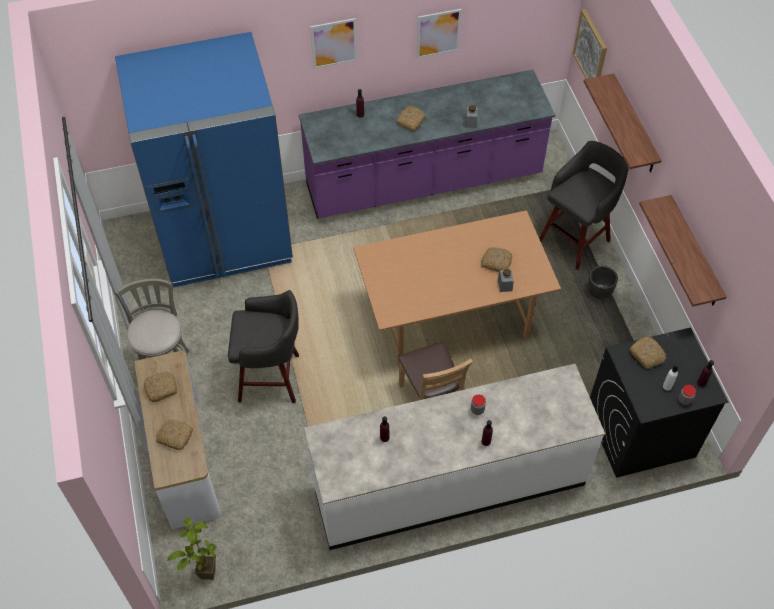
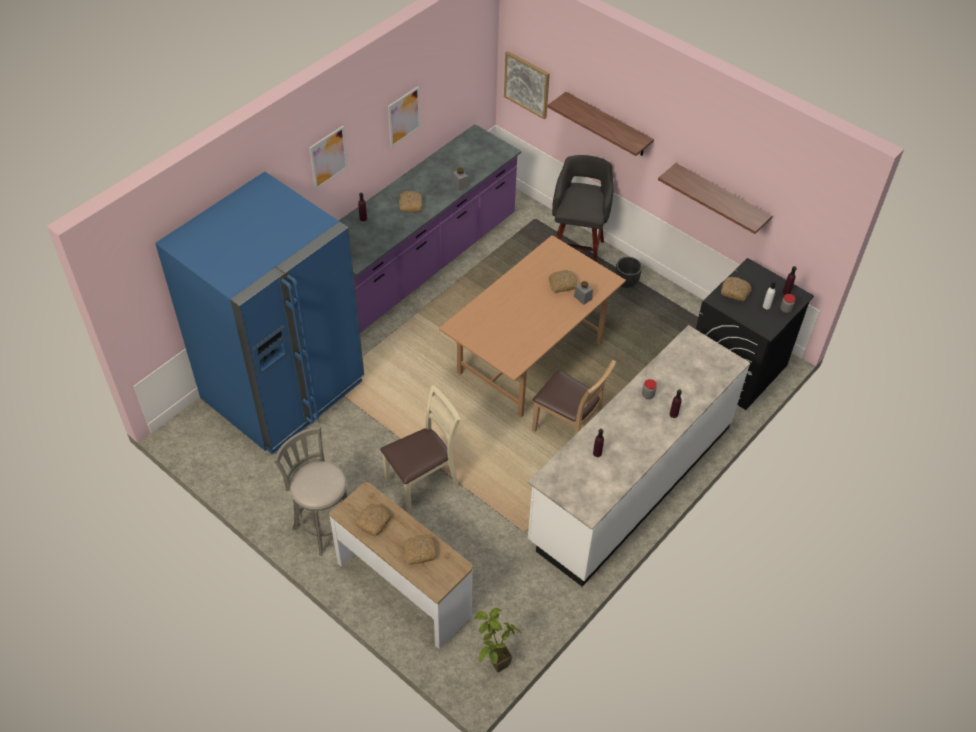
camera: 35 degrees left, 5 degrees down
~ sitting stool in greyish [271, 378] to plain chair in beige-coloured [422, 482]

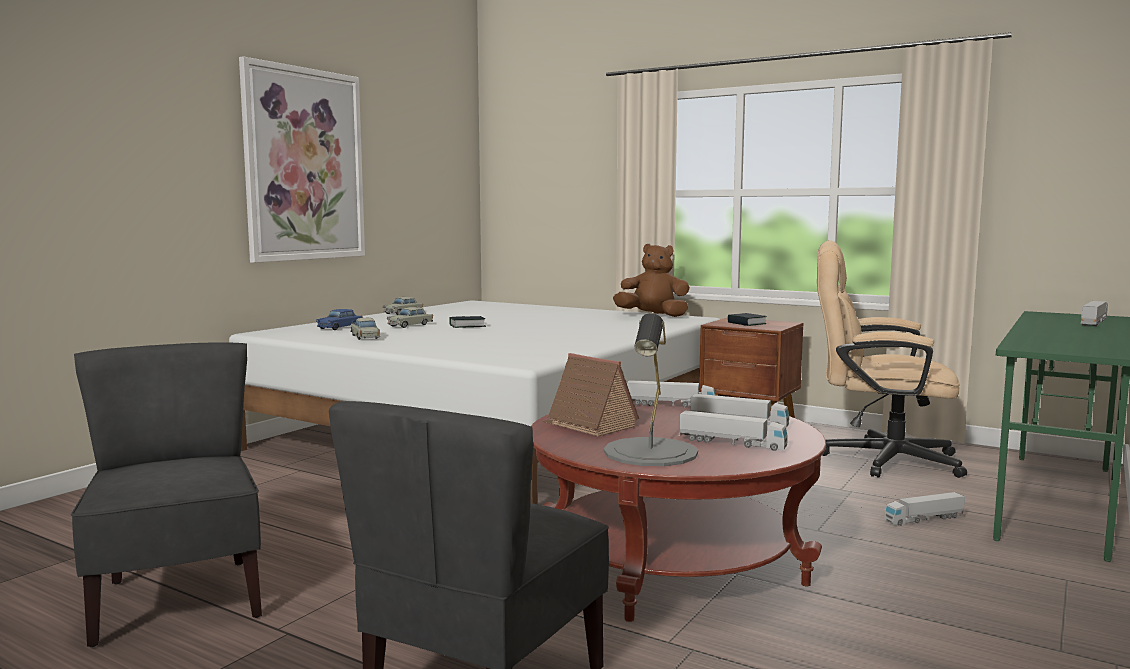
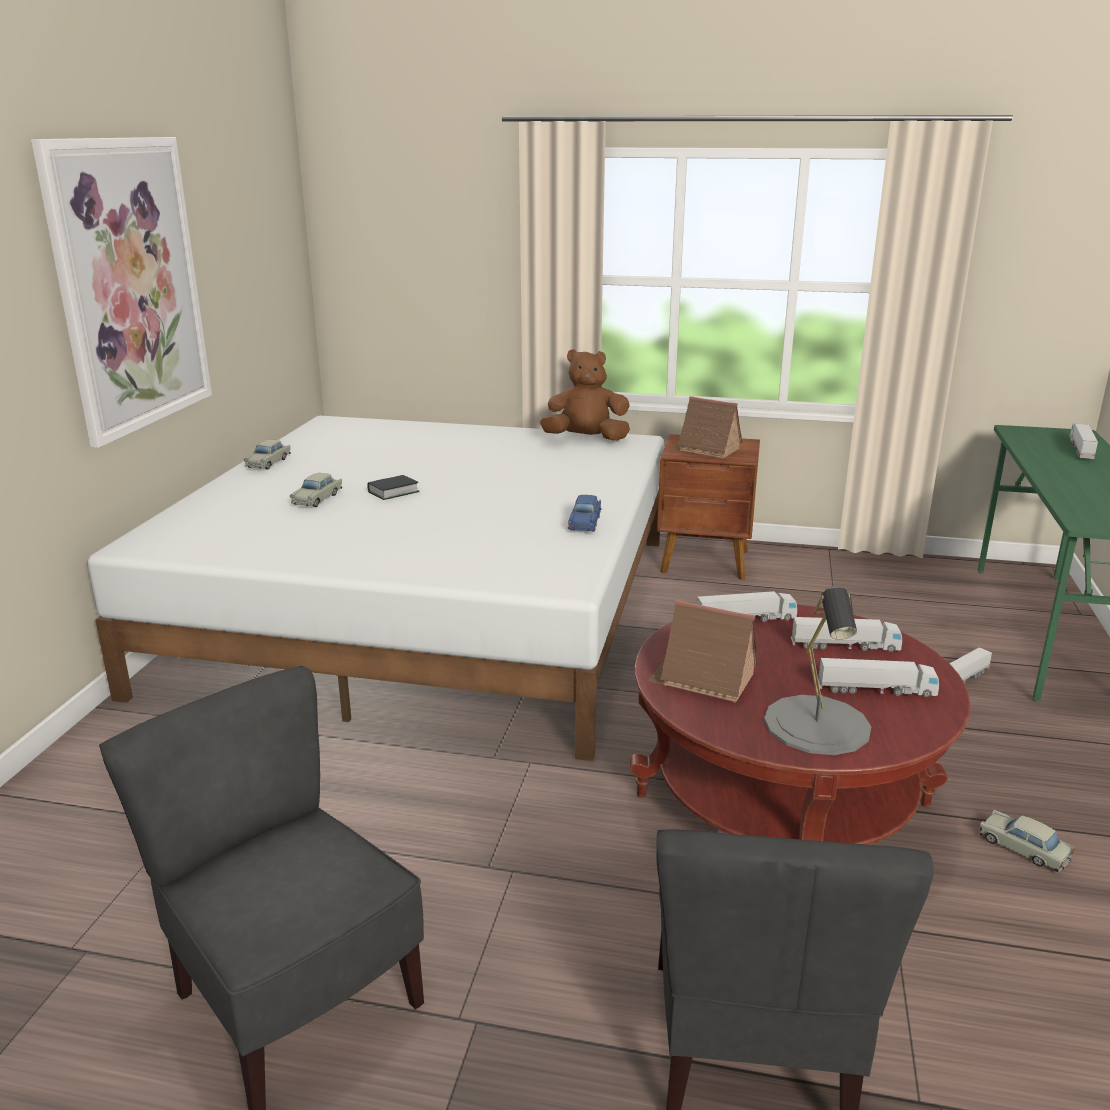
camera: 20 degrees left, 15 degrees up
- computer chair in beige-coloured [877, 459]
~ model car in blue [340, 327] to [585, 522]
~ model car in beige-coloured [365, 337] to [1023, 849]
~ bound book [746, 323] to model house [706, 449]

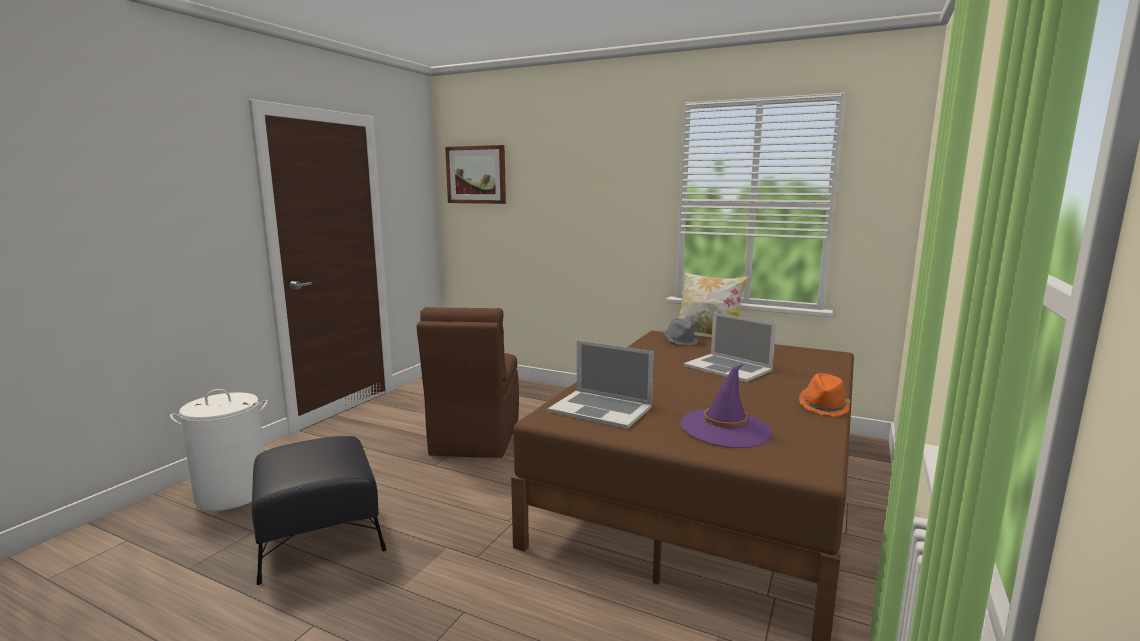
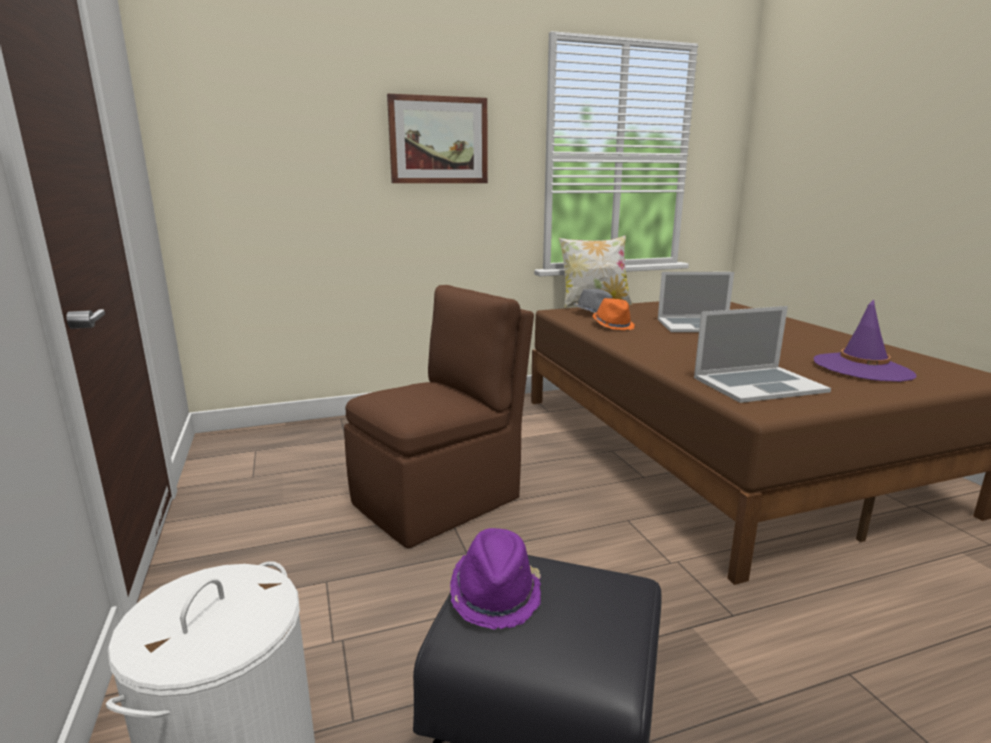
camera: 45 degrees left, 5 degrees up
+ clothing hat in purplish [496, 594]
~ wall art [476, 175] to [438, 140]
~ clothing hat in orange-coloured [824, 406] to [613, 325]
~ plain chair in brown [475, 438] = [440, 499] 90 degrees counterclockwise

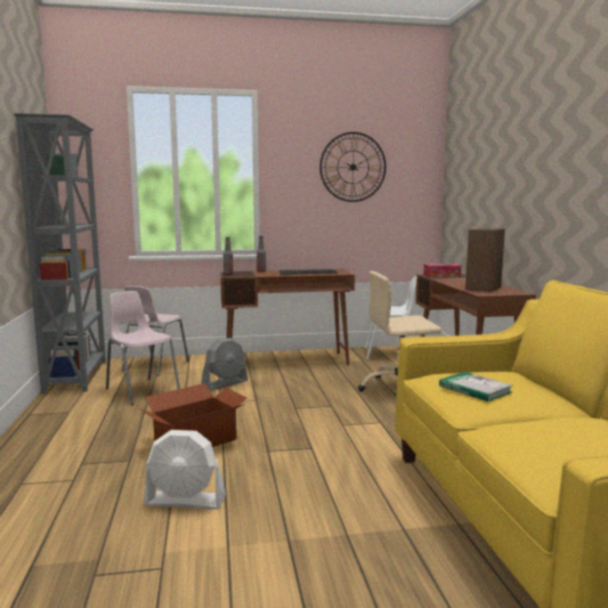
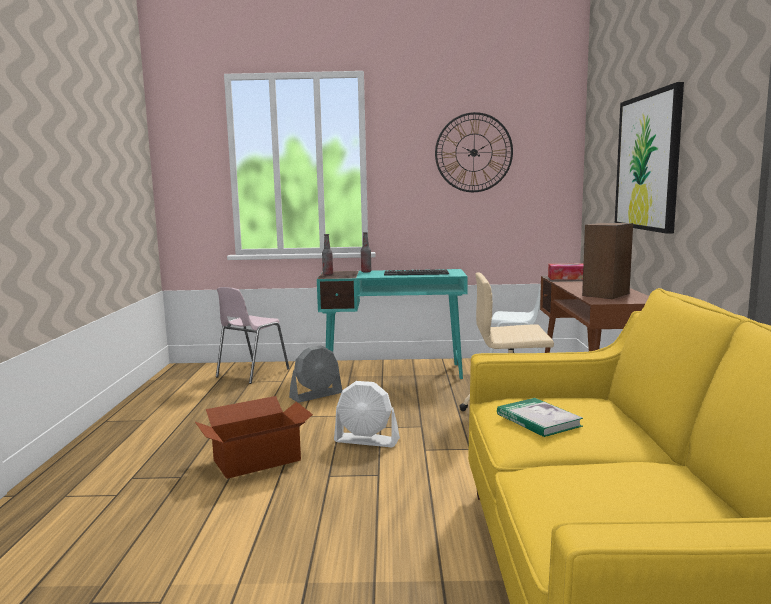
camera: 10 degrees right, 0 degrees up
- shelving unit in greyish [77, 376]
- plain chair in pink-coloured [142, 390]
+ wall art [648, 162]
~ electric fan in white [185, 501] to [367, 440]
~ desk unit in brown [287, 361] to desk unit in blue-green [394, 372]

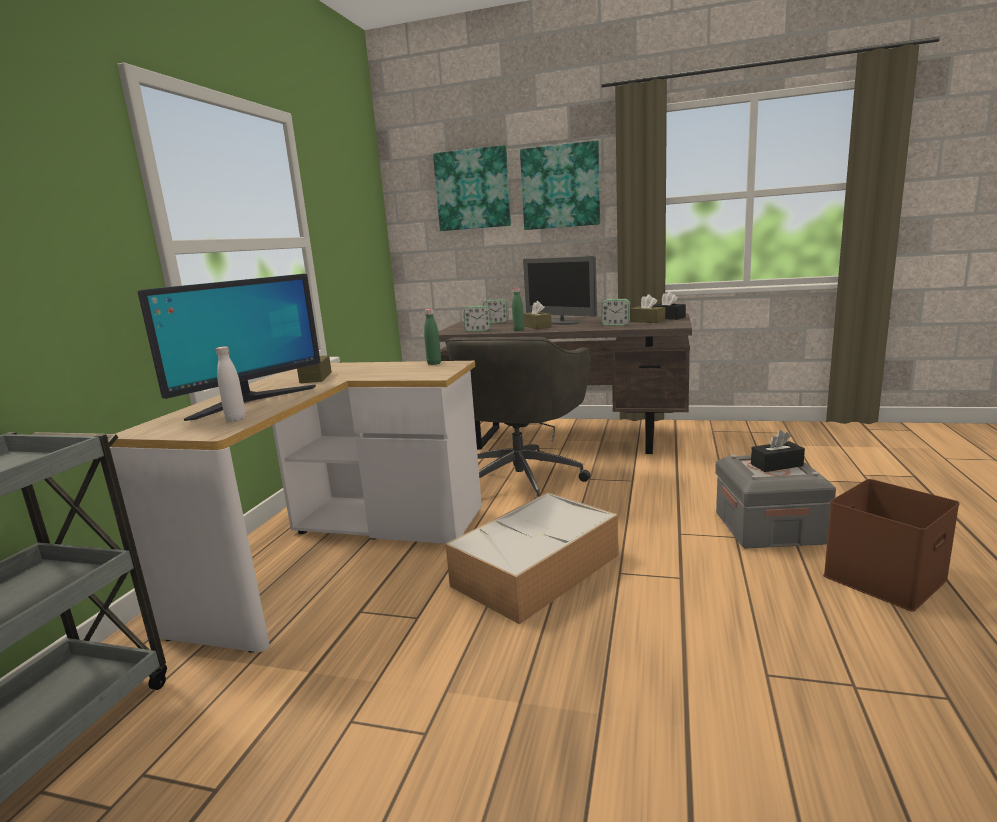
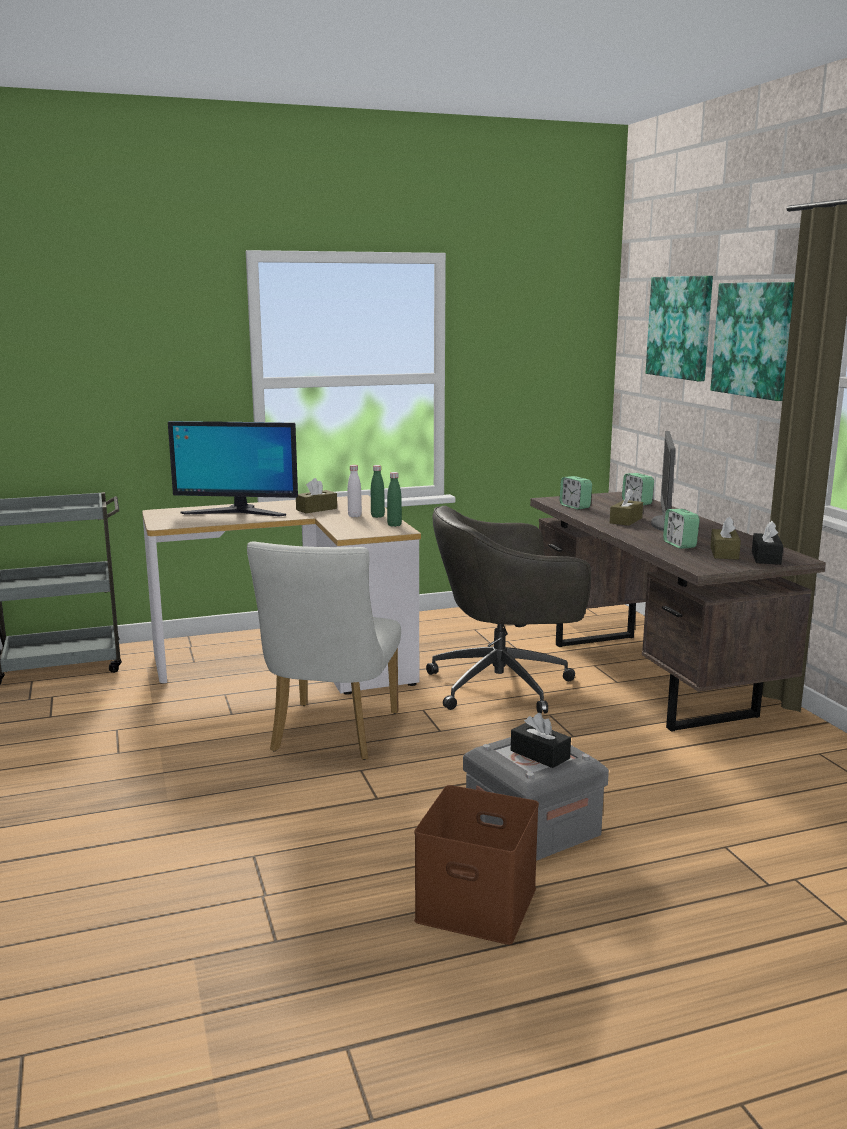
camera: 55 degrees right, 0 degrees up
~ bottle in white [236, 420] to [354, 516]
~ bottle in greenish [518, 330] to [377, 516]
~ storage box [535, 571] to plain chair in white [331, 736]

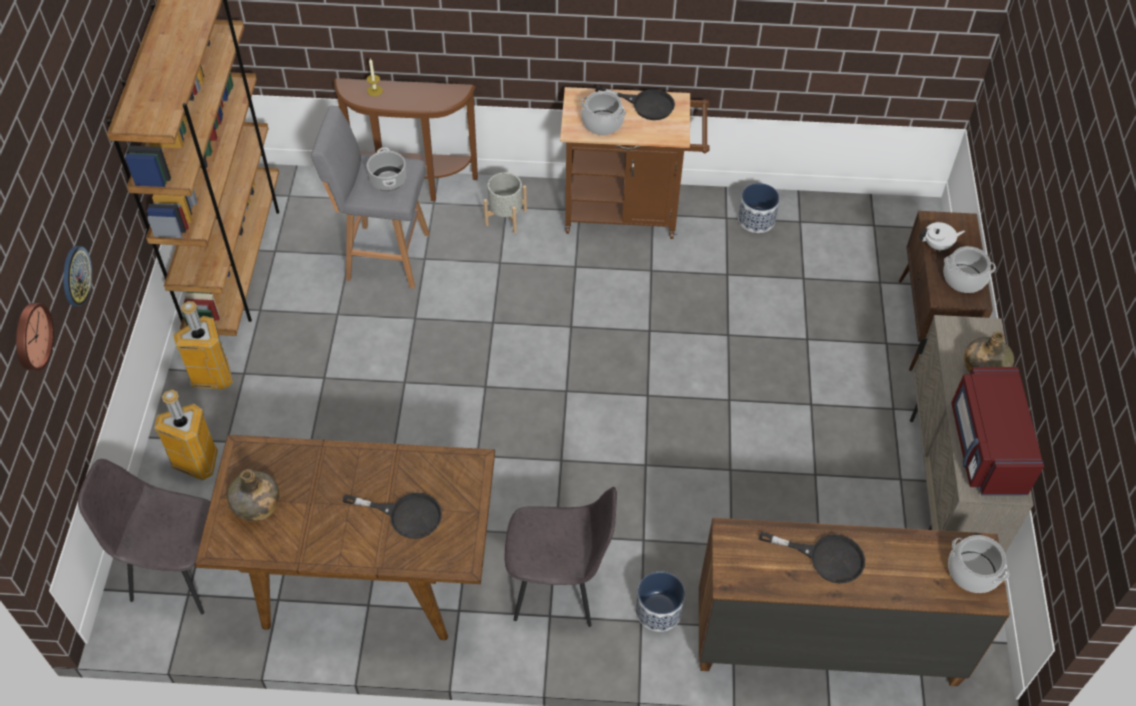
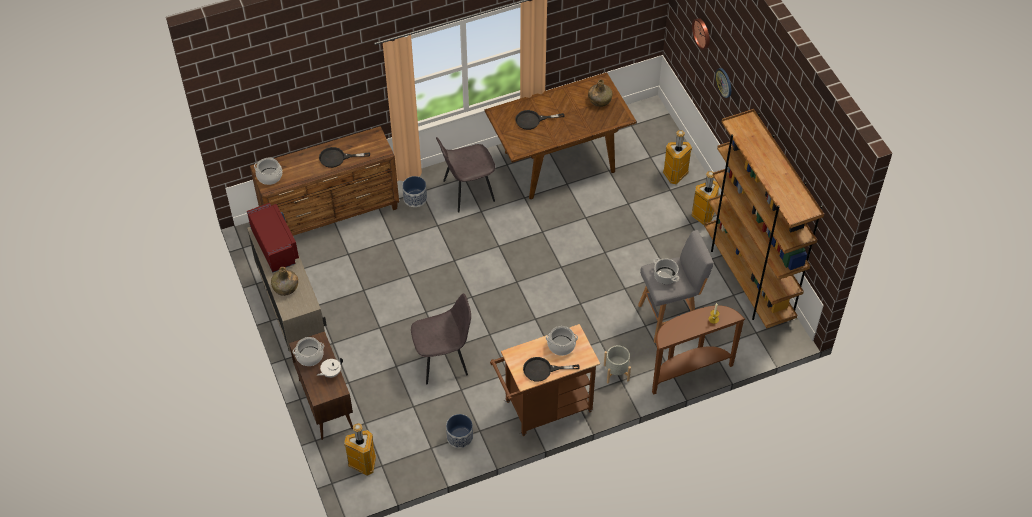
camera: 155 degrees right, 0 degrees up
+ waste bin [362, 464]
~ plain chair in greyish [178, 568] to [443, 360]

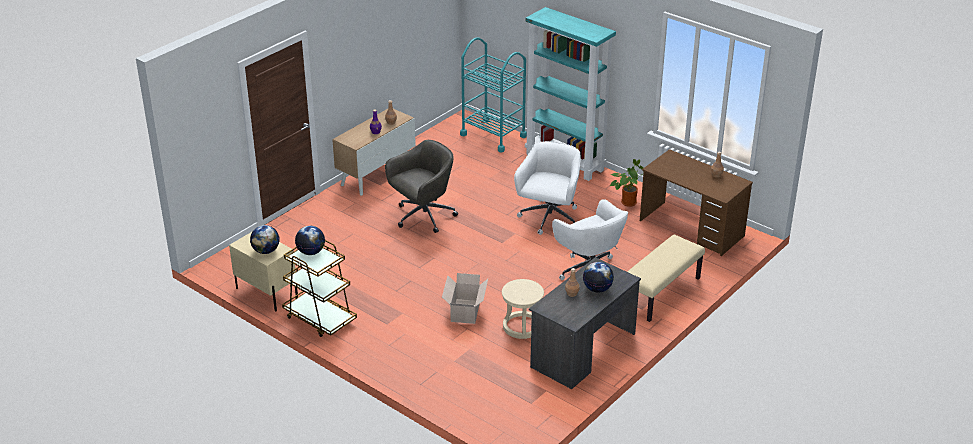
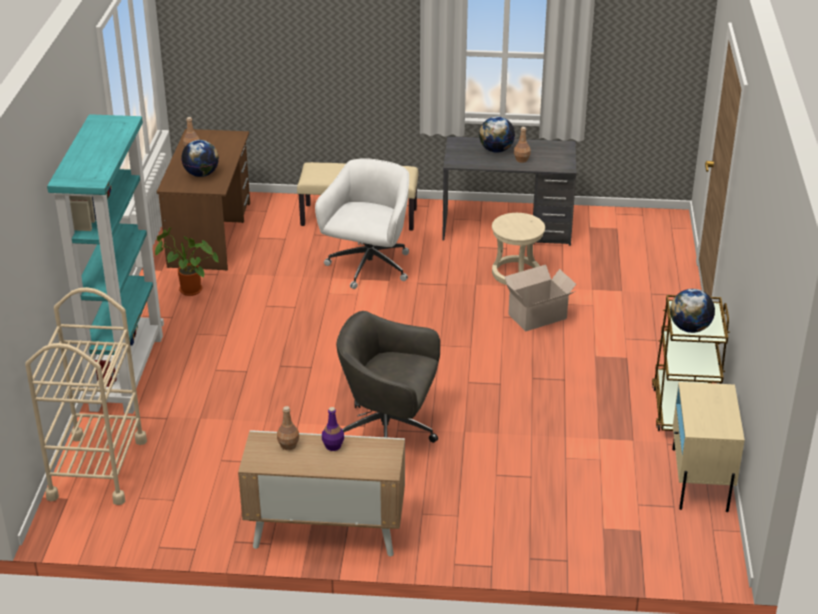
camera: 125 degrees left, 0 degrees up
- computer chair in white [549, 219]
~ desk globe [266, 251] to [201, 174]
~ trolley in blue-green [493, 135] to trolley in beige-coloured [97, 468]

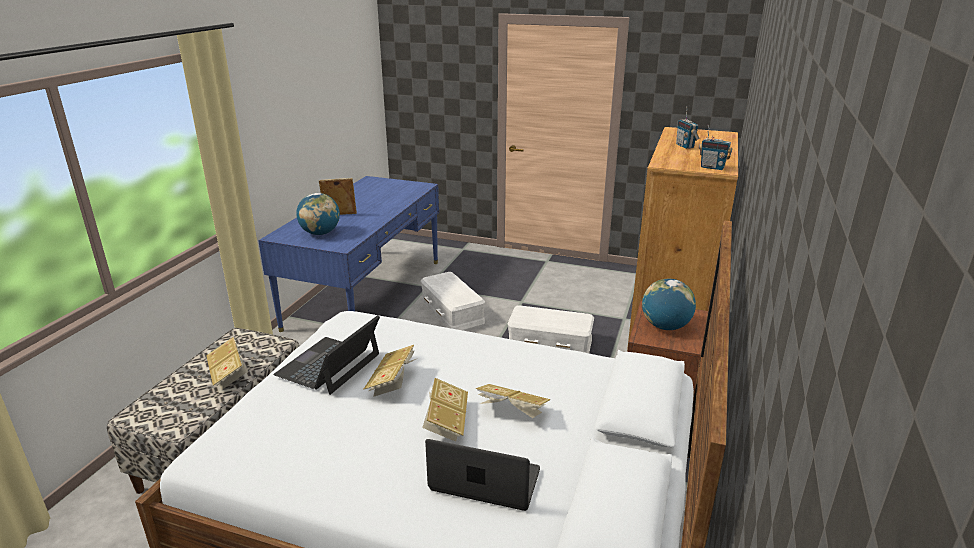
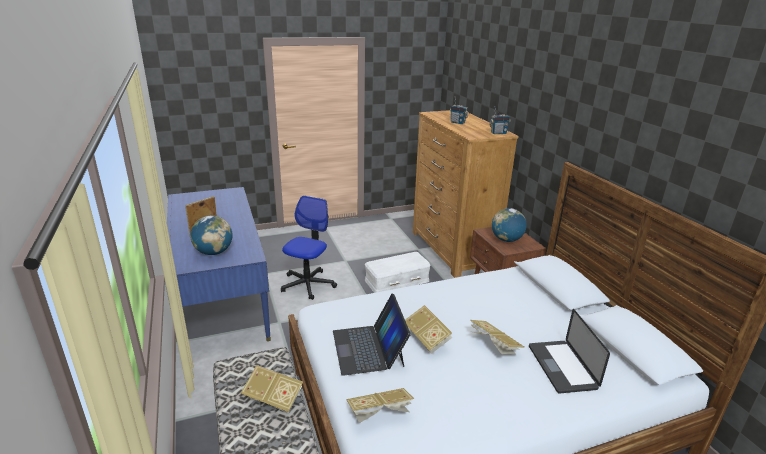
camera: 40 degrees left, 0 degrees up
~ bound book [512, 412] to [379, 414]
~ storage box in white [453, 311] to computer chair [308, 284]
~ laptop [485, 481] = [562, 367] 75 degrees counterclockwise

